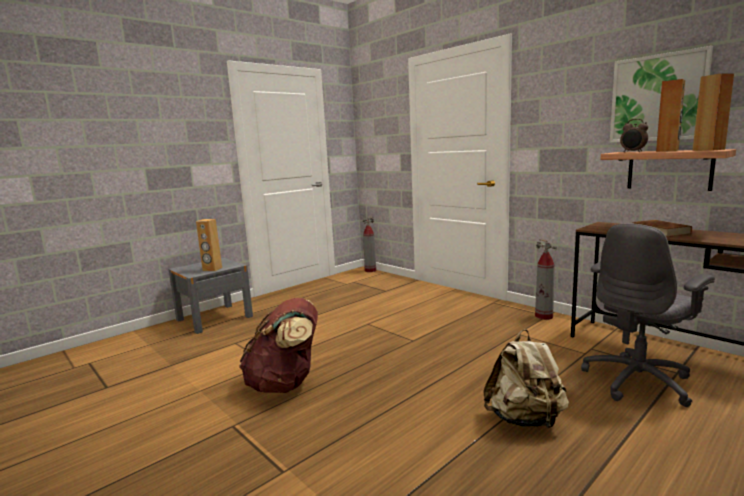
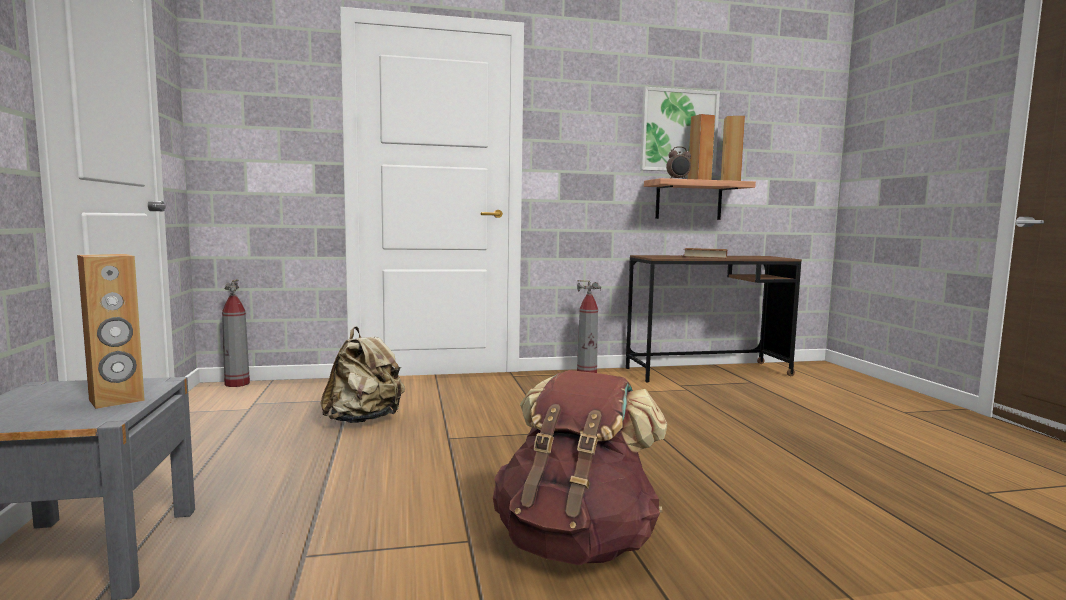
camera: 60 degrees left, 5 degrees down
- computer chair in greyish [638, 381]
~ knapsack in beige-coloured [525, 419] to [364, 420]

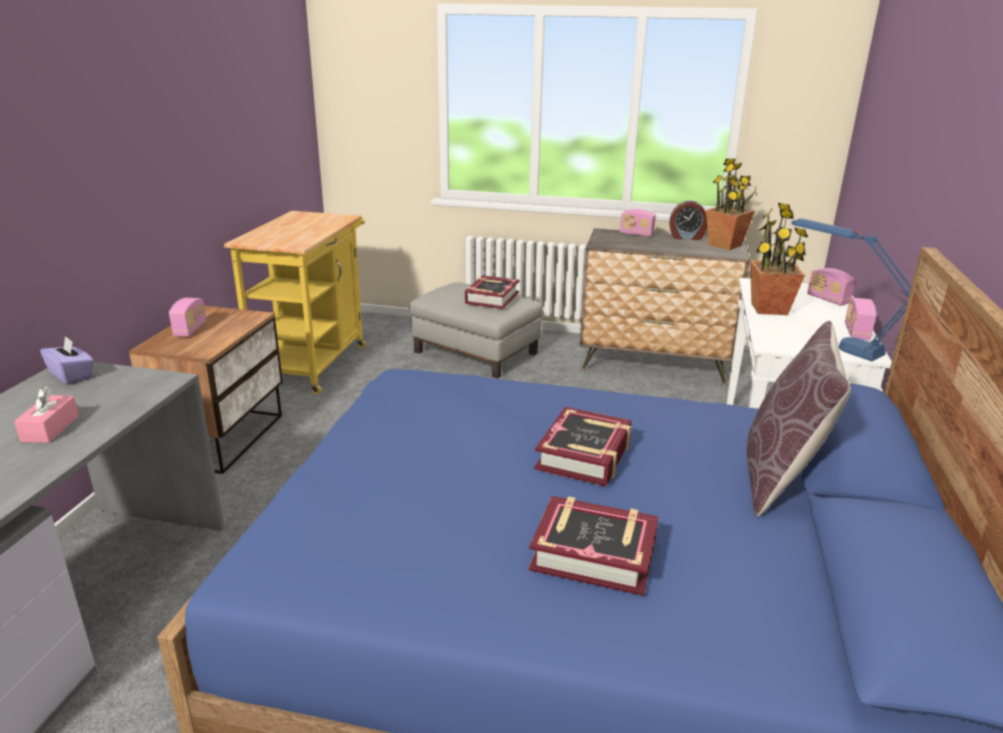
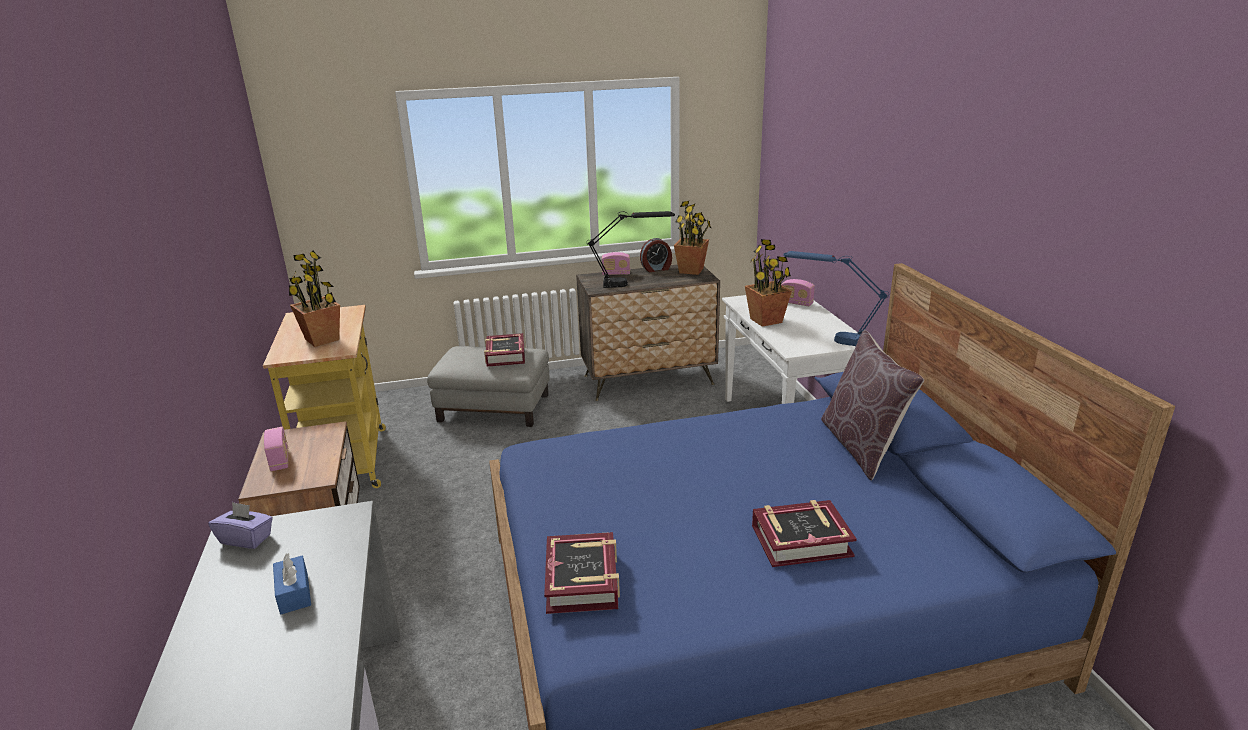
camera: 25 degrees left, 0 degrees up
- radio receiver [856, 333]
+ potted plant [322, 340]
+ lamp for a table in black [632, 283]
~ bound book [584, 455] to [583, 580]
~ tissue box in pink-coloured [50, 428] to tissue box in blue [294, 593]

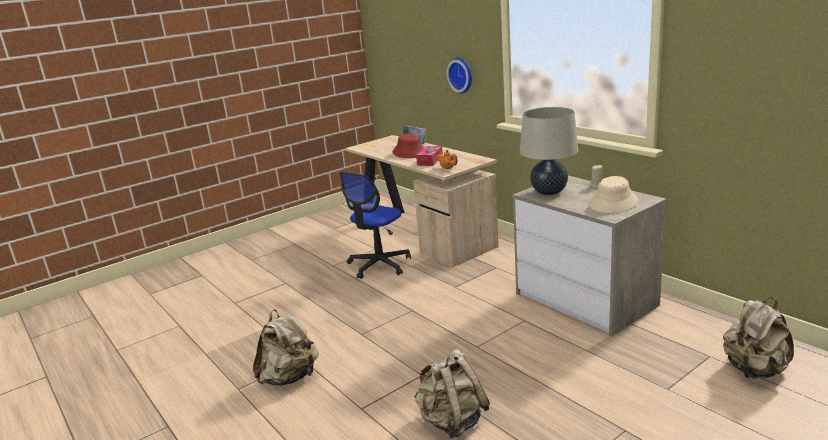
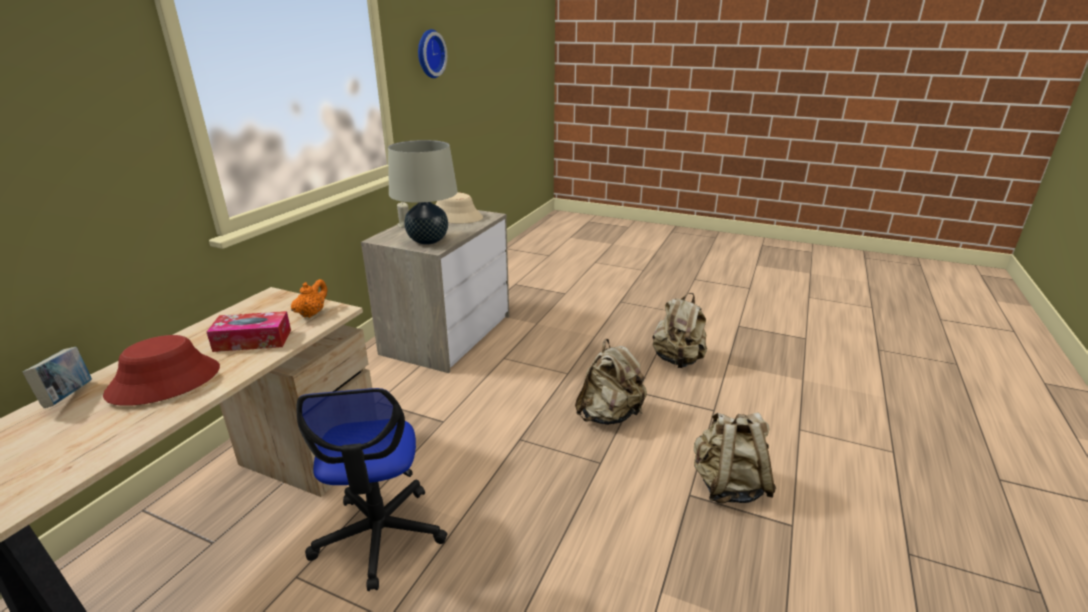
camera: 120 degrees left, 5 degrees up
~ clock on the wall [462, 75] to [429, 54]
~ knapsack in beige-coloured [754, 370] to [609, 415]
~ computer chair [379, 265] = [379, 535] 75 degrees clockwise

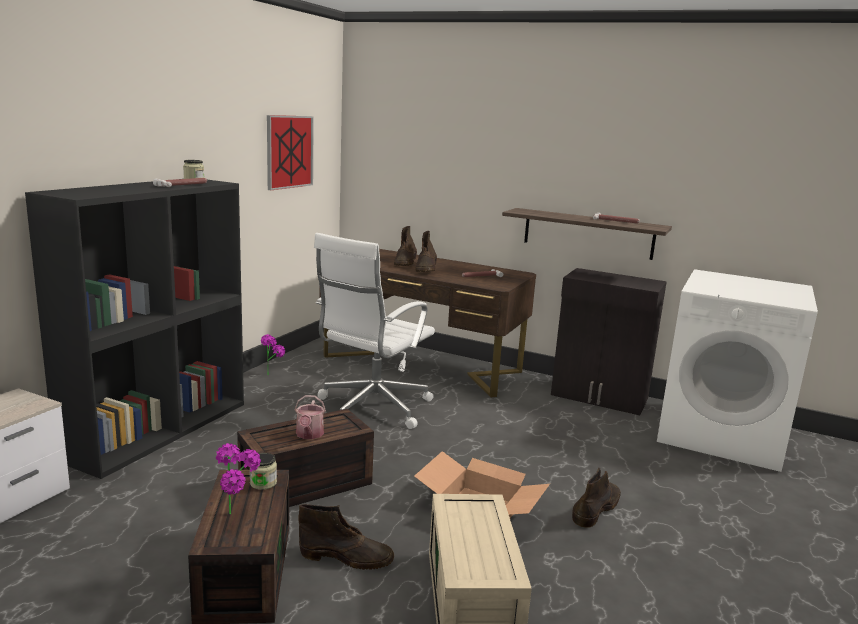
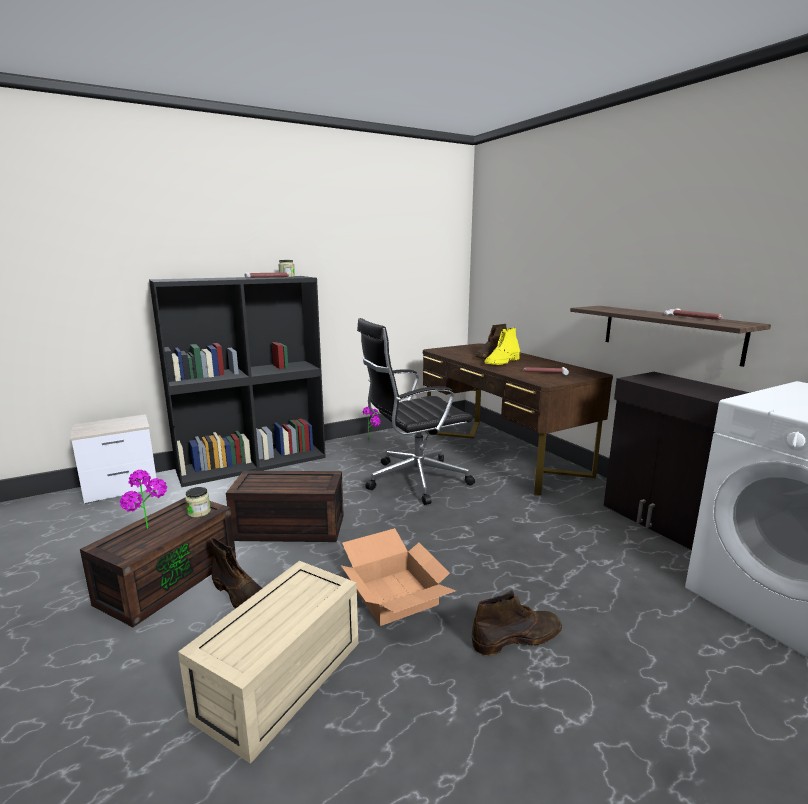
camera: 35 degrees right, 0 degrees up
- wall art [289, 152]
- sprinkling can [309, 435]
~ computer chair in white [372, 408] to computer chair in black [414, 480]
~ high-top boot in brown [426, 268] to high-top boot in yellowish [502, 362]

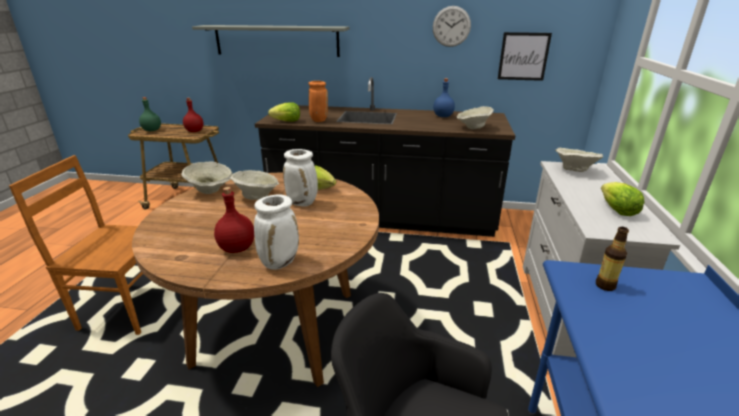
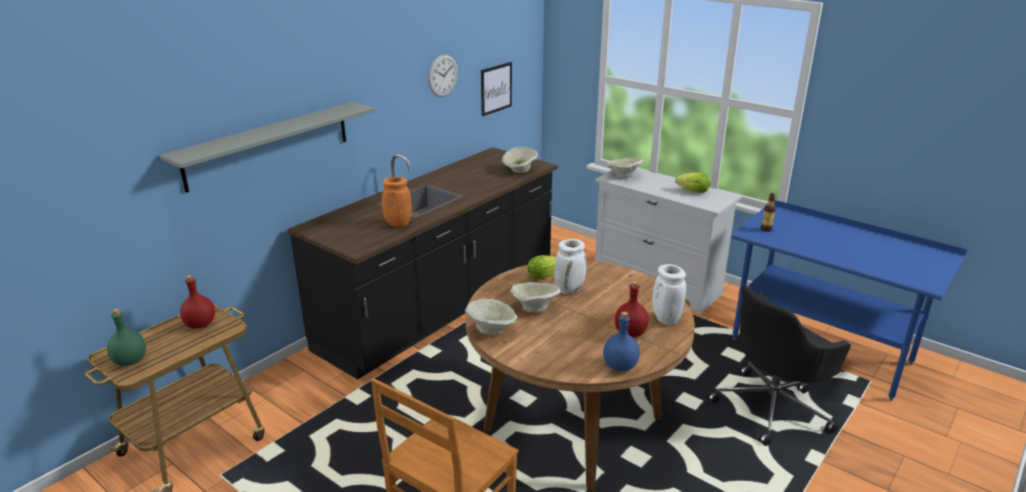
camera: 60 degrees left, 0 degrees up
- lettuce head [287, 121]
~ bottle in blue [442, 116] to [619, 366]

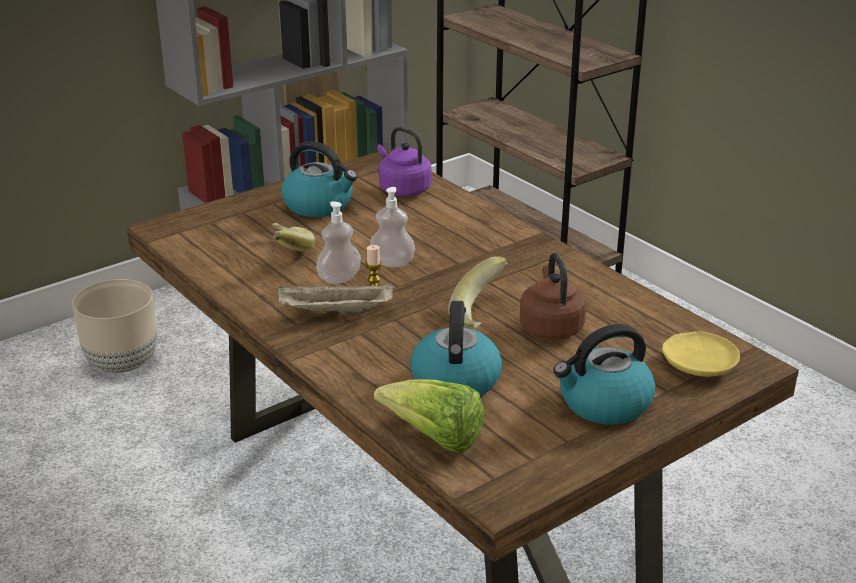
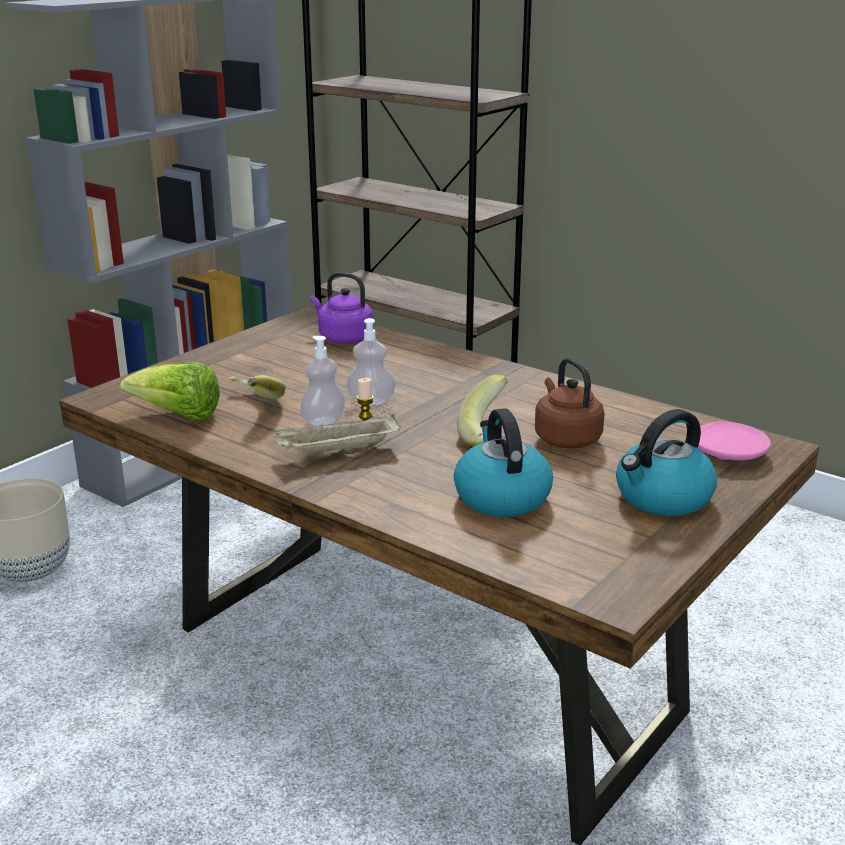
camera: 15 degrees left, 5 degrees down
- kettle [319, 205]
~ lettuce head [435, 438] to [179, 416]
~ dinner plate in yellowish [699, 364] to dinner plate in pink-coloured [728, 452]

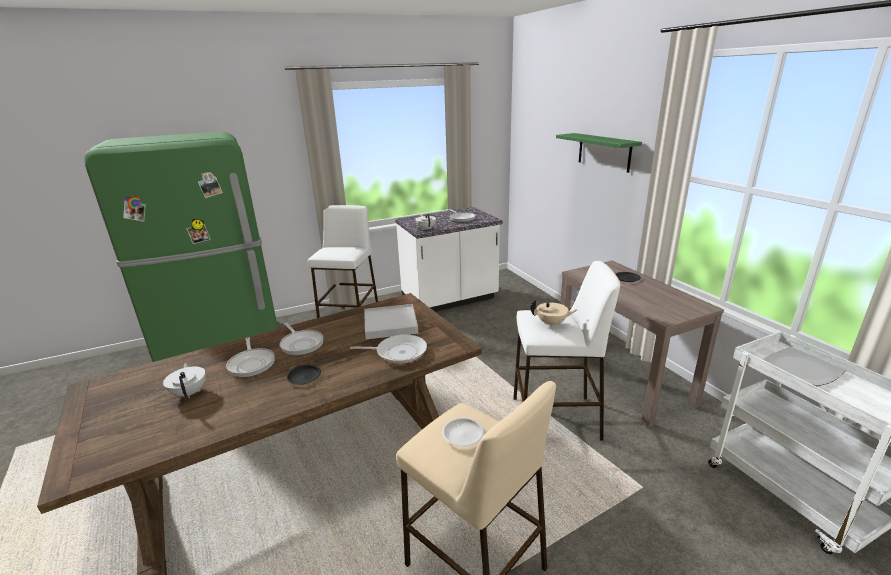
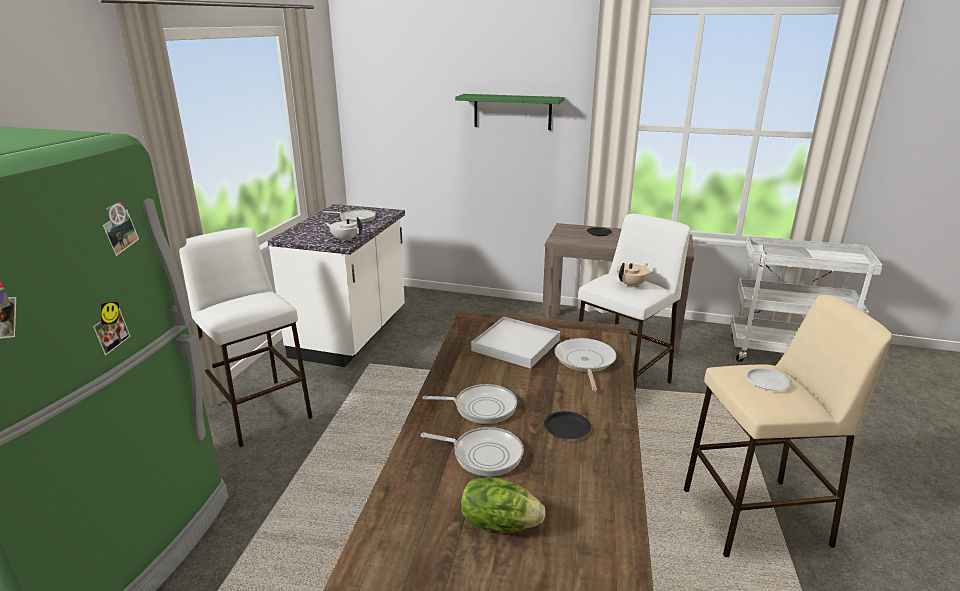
camera: 50 degrees left, 0 degrees up
~ teapot in white [190, 392] to lettuce head [499, 522]
~ skillet [398, 352] = [584, 362] 45 degrees counterclockwise

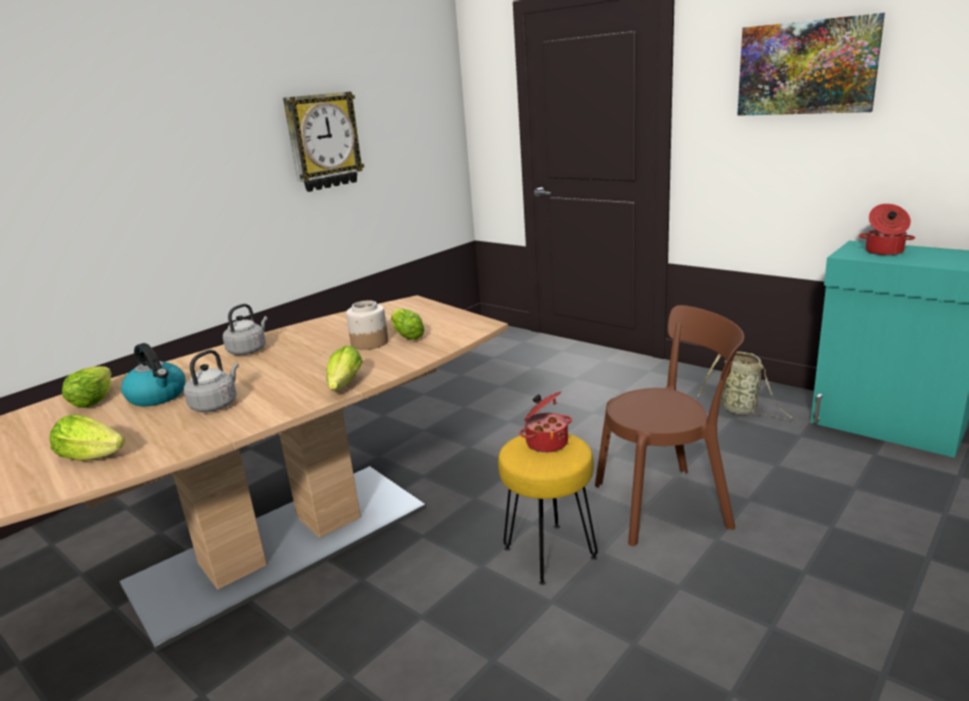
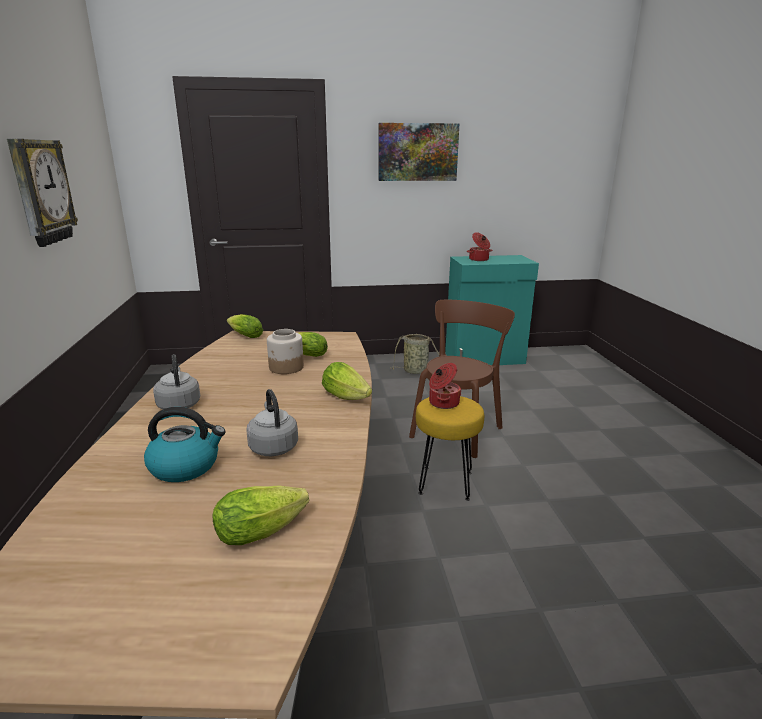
camera: 50 degrees left, 0 degrees up
~ lettuce head [96, 398] to [244, 335]

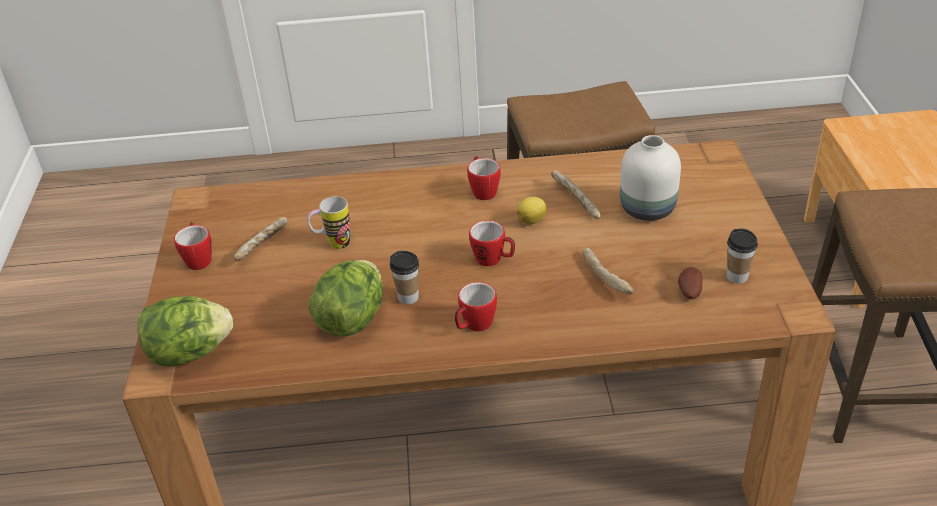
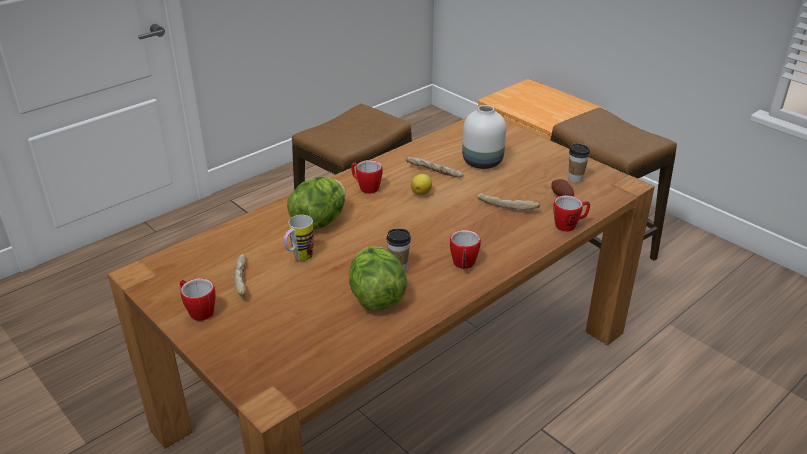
camera: 40 degrees left, 5 degrees down
~ lettuce head [189, 353] to [319, 221]
~ coffee mug [493, 260] to [569, 225]

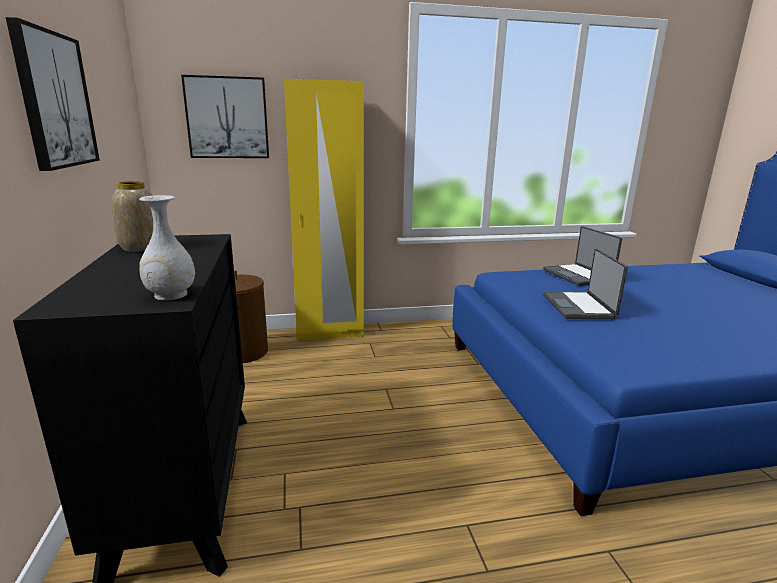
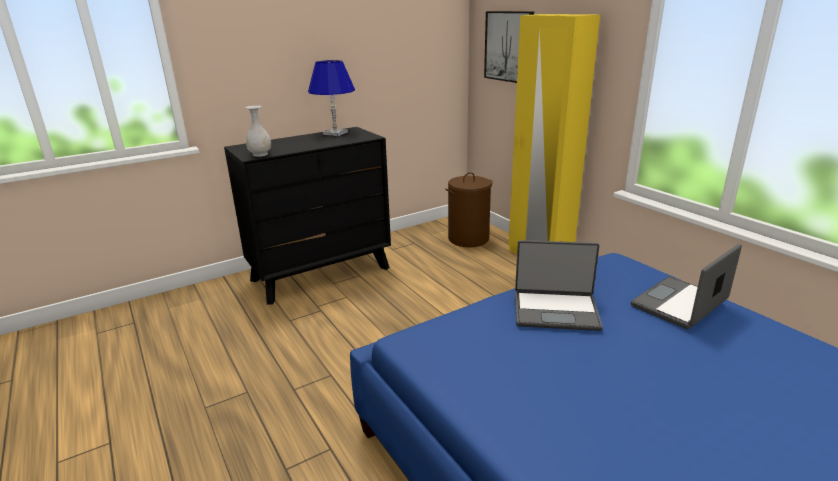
camera: 70 degrees right, 5 degrees up
- wall art [55, 100]
~ flower vase [141, 247] to lamp for a table in blue [335, 133]
~ laptop [579, 307] = [555, 311] 150 degrees counterclockwise

